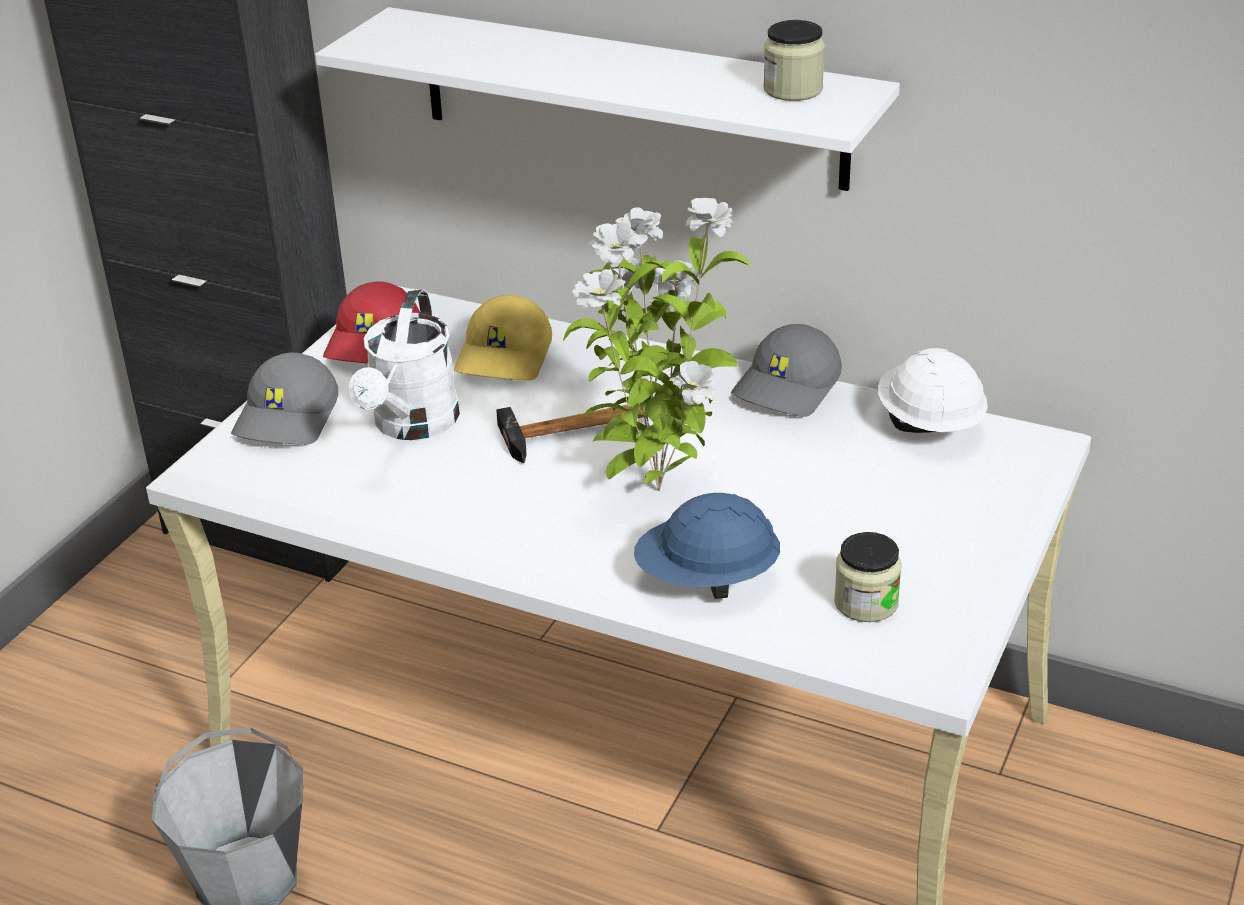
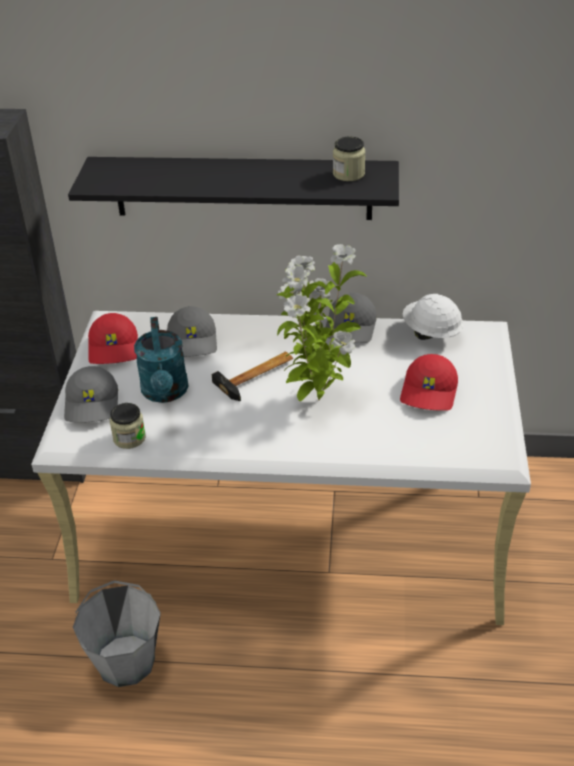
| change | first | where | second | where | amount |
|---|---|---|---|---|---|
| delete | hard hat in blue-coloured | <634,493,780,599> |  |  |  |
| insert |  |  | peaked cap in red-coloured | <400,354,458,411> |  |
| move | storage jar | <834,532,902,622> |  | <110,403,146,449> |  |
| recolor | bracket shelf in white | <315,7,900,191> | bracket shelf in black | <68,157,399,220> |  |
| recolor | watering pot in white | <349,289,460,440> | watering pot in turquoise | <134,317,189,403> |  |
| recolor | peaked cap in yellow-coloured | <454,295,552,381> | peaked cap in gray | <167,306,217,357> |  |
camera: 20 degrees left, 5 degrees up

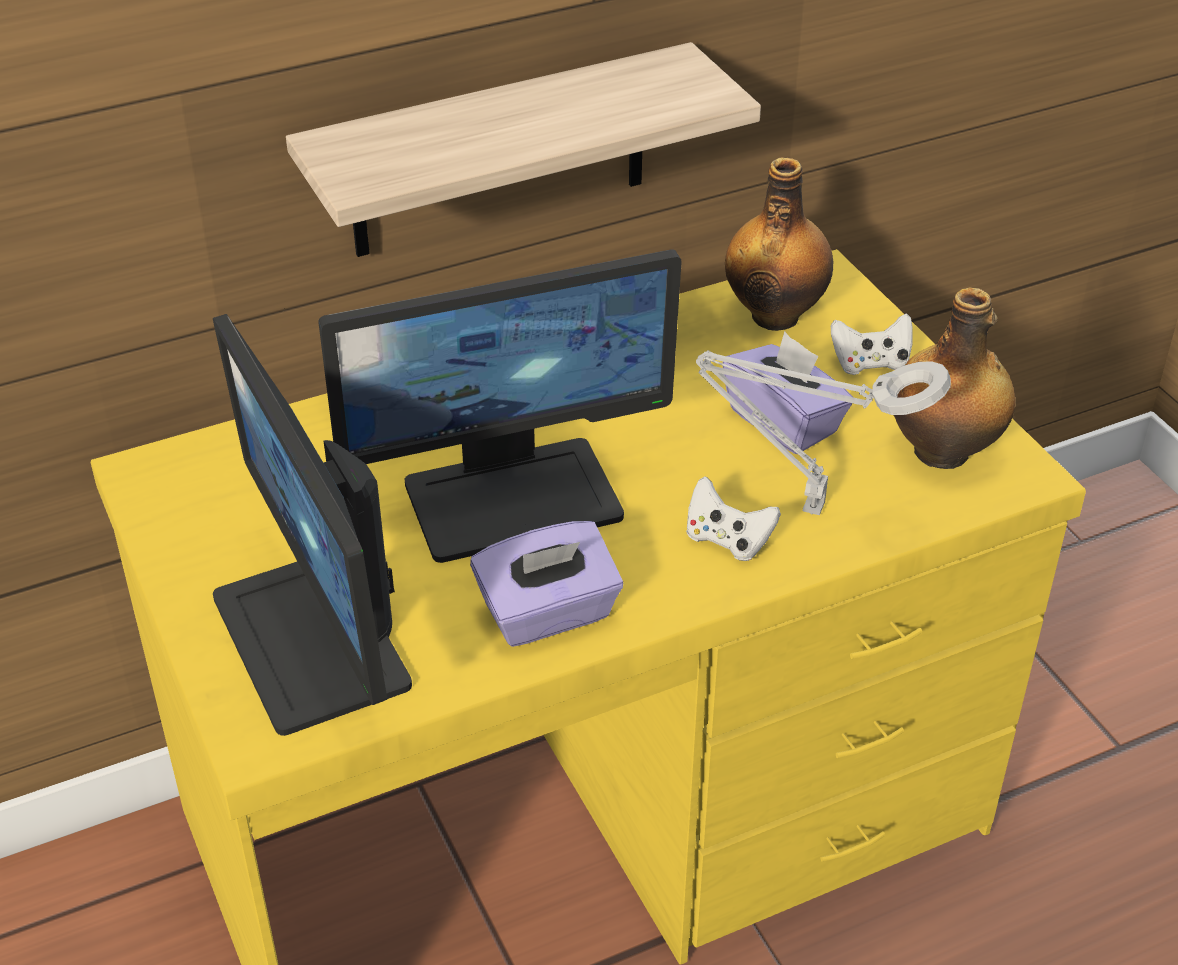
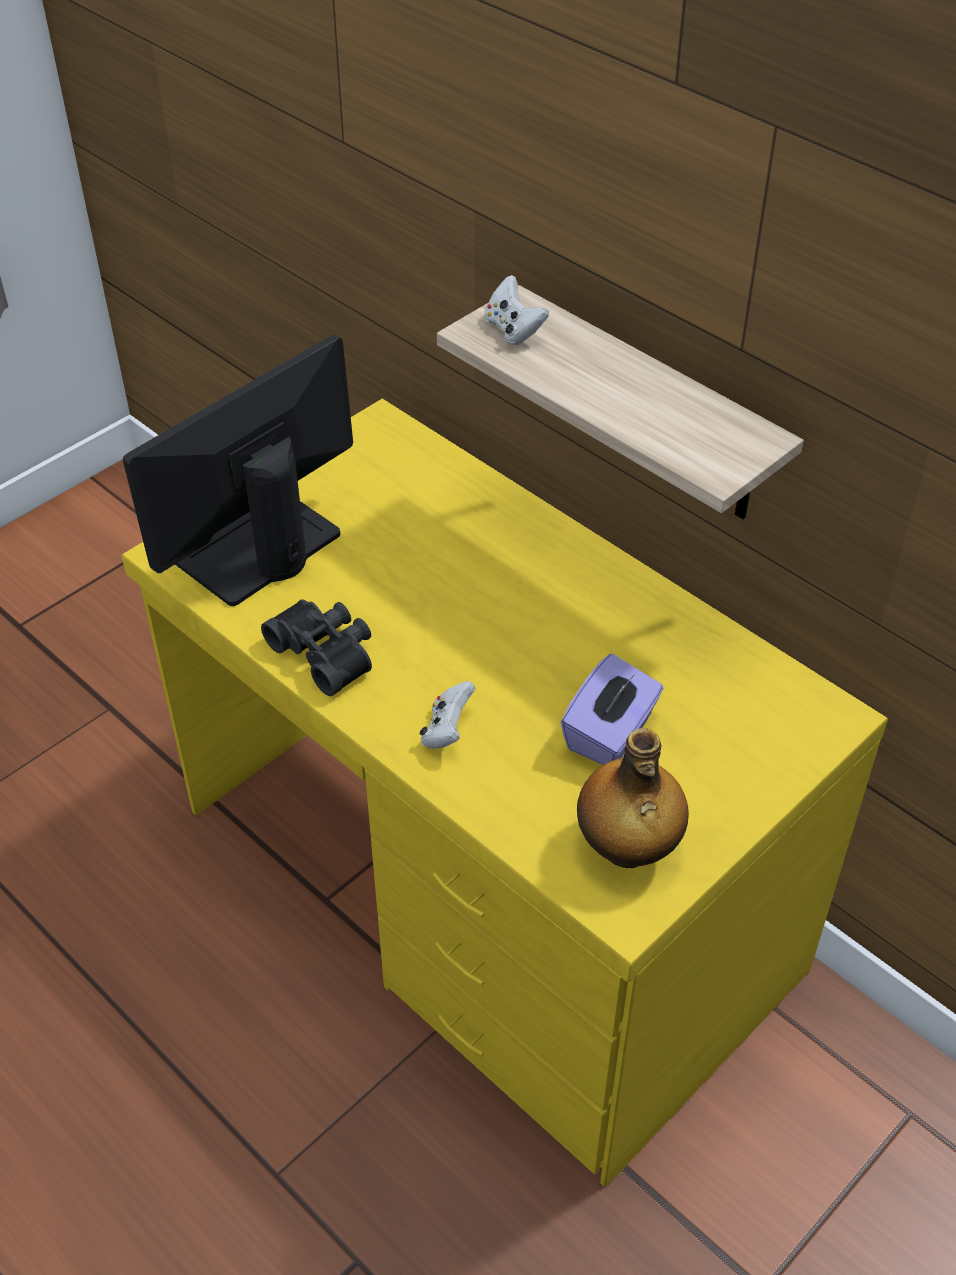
| change | first | where | second | where | amount |
|---|---|---|---|---|---|
| delete | monitor | <318,249,682,563> |  |  |  |
| delete | table lamp in gray | <696,350,951,515> |  |  |  |
| delete | drink bottle | <725,158,833,331> |  |  |  |
| move | gamepad in white | <831,313,913,375> |  | <485,275,549,345> |  |
| replace | box of tissues in purple-coloured | <470,521,623,647> | pair of binoculars in black | <261,599,372,696> |  |
camera: 70 degrees right, 5 degrees up

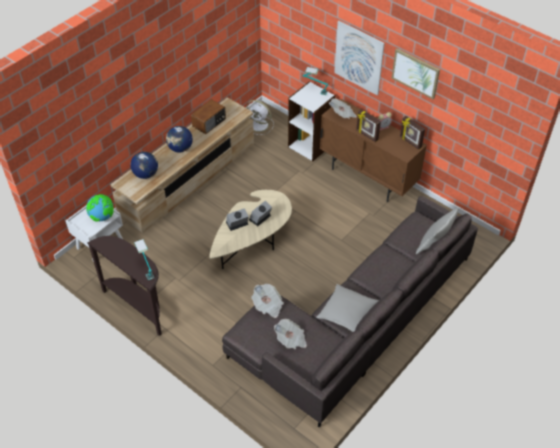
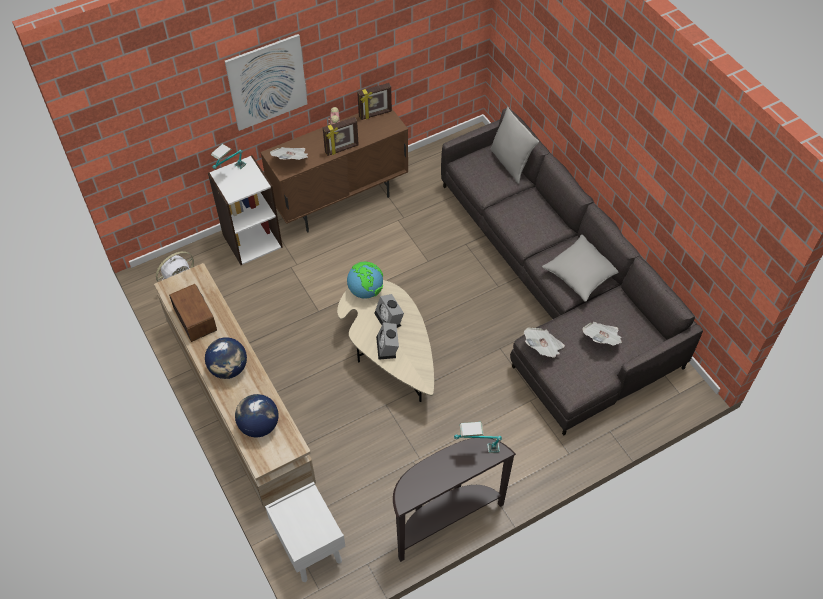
| change | first | where | second | where | amount |
|---|---|---|---|---|---|
| delete | wall art | <392,49,440,99> |  |  |  |
| move | globe | <86,194,114,222> |  | <347,262,383,299> |  |
camera: 70 degrees left, 5 degrees up

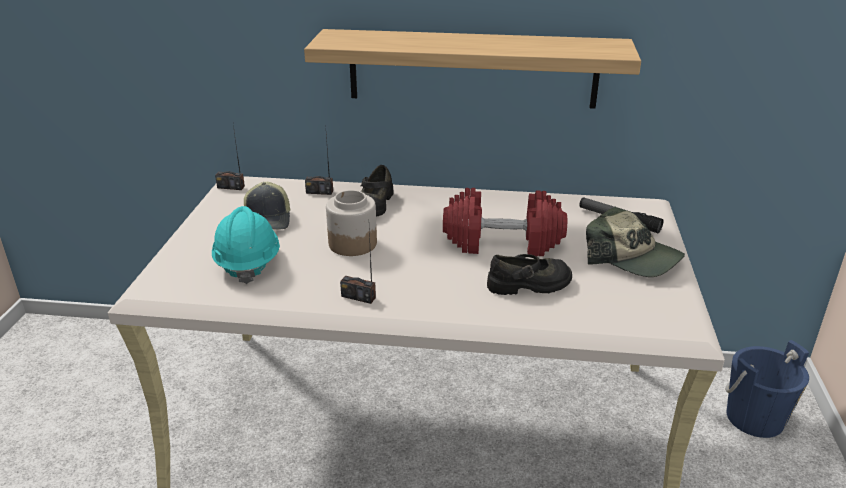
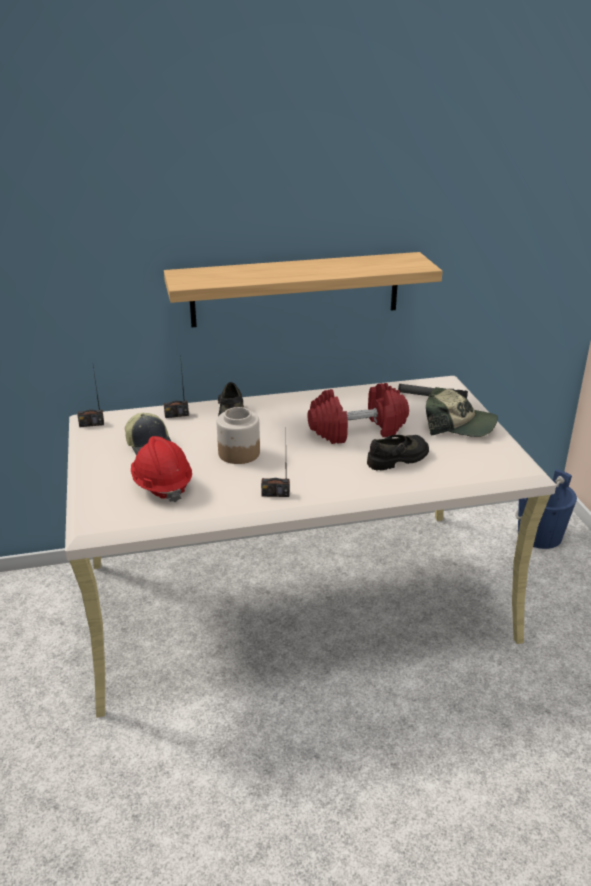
| change | first | where | second | where | amount |
|---|---|---|---|---|---|
| recolor | hard hat in turquoise | <212,206,280,284> | hard hat in red-coloured | <131,436,192,502> |  |
camera: 20 degrees left, 0 degrees up

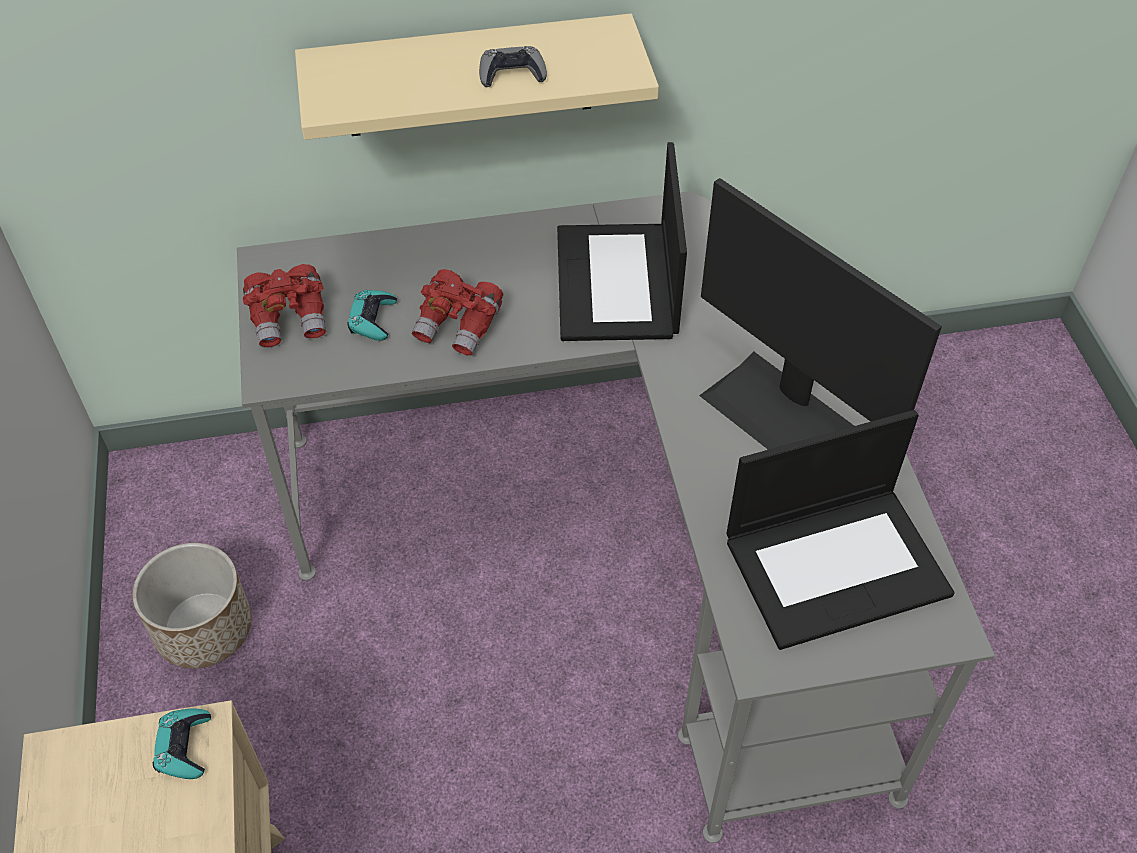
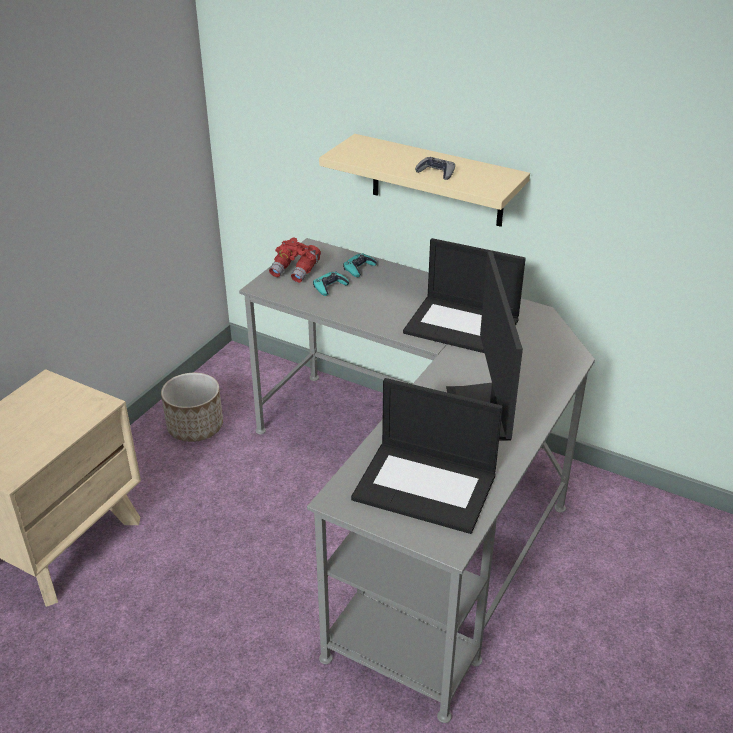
| change | first | where | second | where | amount |
|---|---|---|---|---|---|
| delete | pair of binoculars in red-coloured | <412,269,503,356> |  |  |  |
| move | gamepad in turquoise | <153,709,211,779> |  | <343,253,377,277> |  |
| rotate | portable computer | <557,142,687,341> |  | <403,238,526,353> | 105 degrees counterclockwise |
camera: 40 degrees right, 15 degrees down

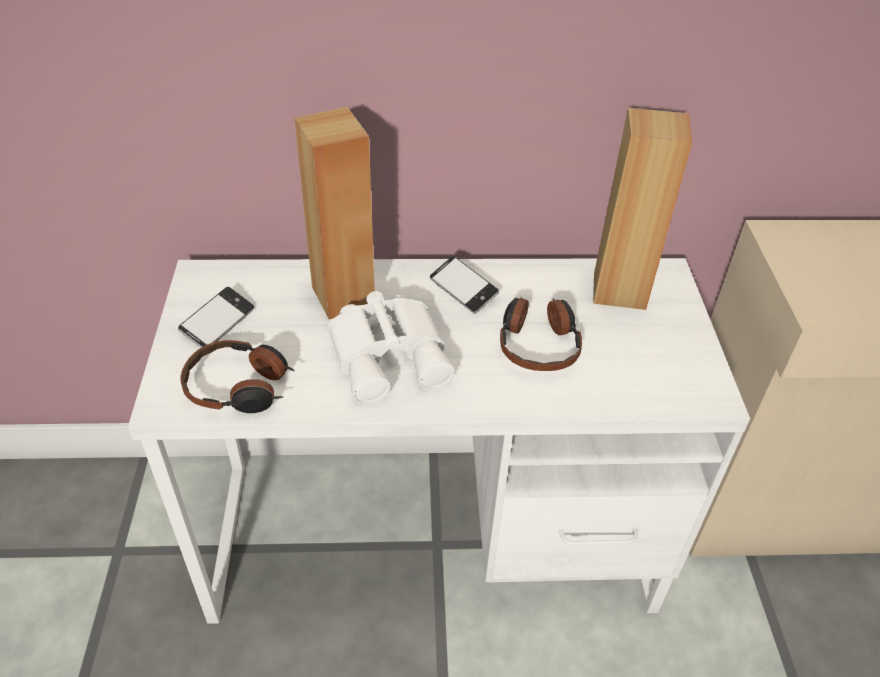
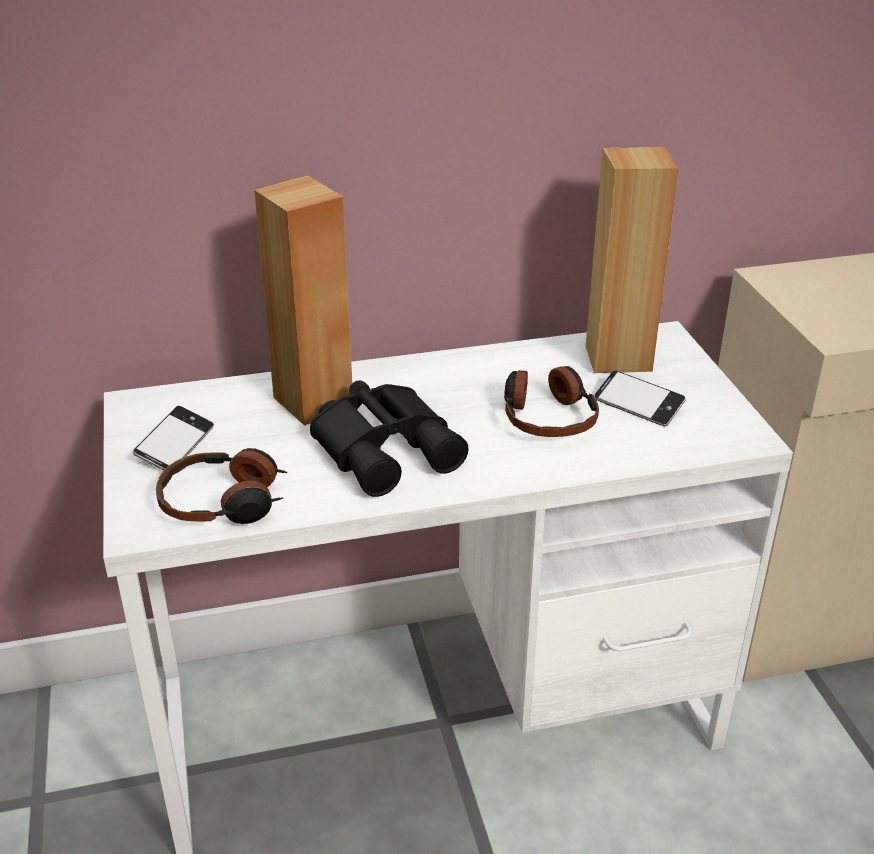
| change | first | where | second | where | amount |
|---|---|---|---|---|---|
| move | phone | <430,256,499,313> |  | <594,370,686,426> |  |
| recolor | pair of binoculars in white | <328,291,455,404> | pair of binoculars in black | <310,380,469,497> |  |
camera: 10 degrees left, 10 degrees down

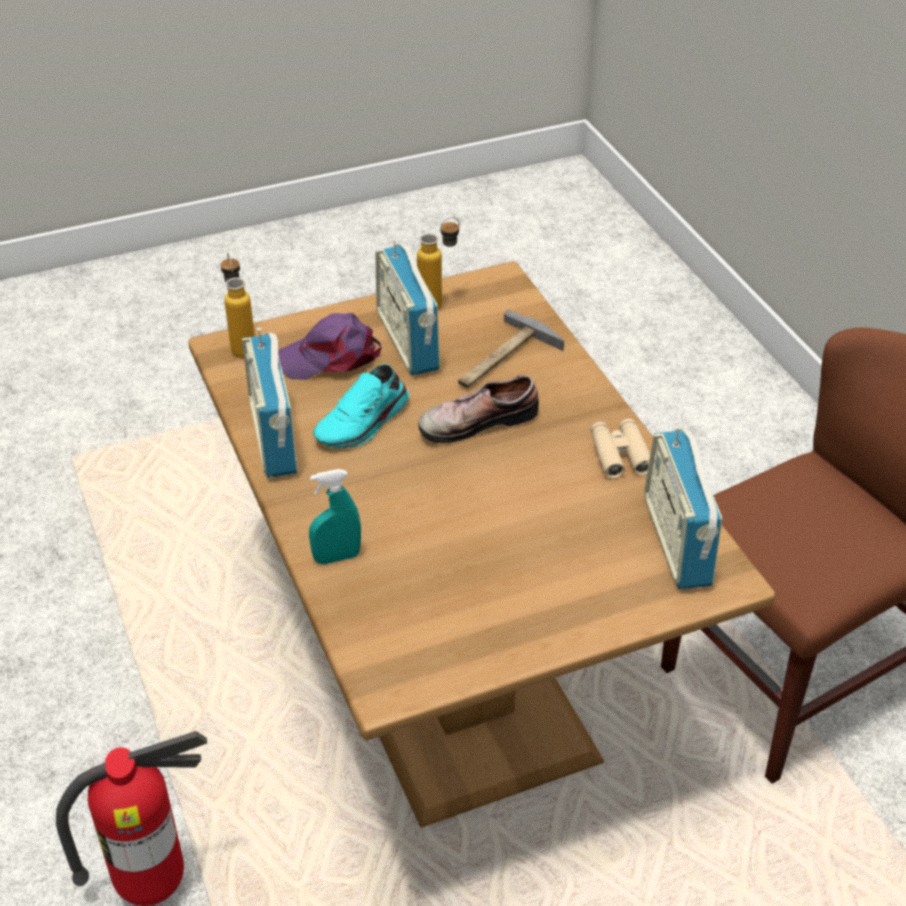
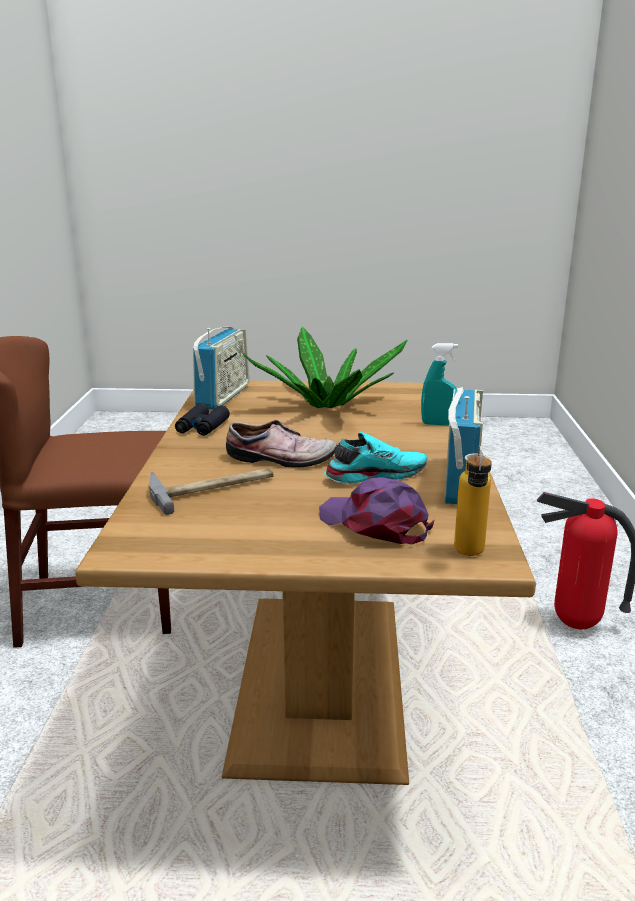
| change | first | where | second | where | amount |
|---|---|---|---|---|---|
| delete | radio set | <375,238,440,375> |  |  |  |
| delete | drink bottle | <417,217,460,309> |  |  |  |
| insert |  |  | plant in a pot | <243,326,408,408> |  |
| recolor | pair of binoculars in sand-coloured | <591,419,650,479> | pair of binoculars in black | <175,403,230,436> |  |
| rotate | peaked cap in purple-coloured | <278,313,381,380> |  | <319,477,435,545> | 150 degrees counterclockwise |
camera: 155 degrees left, 20 degrees down

